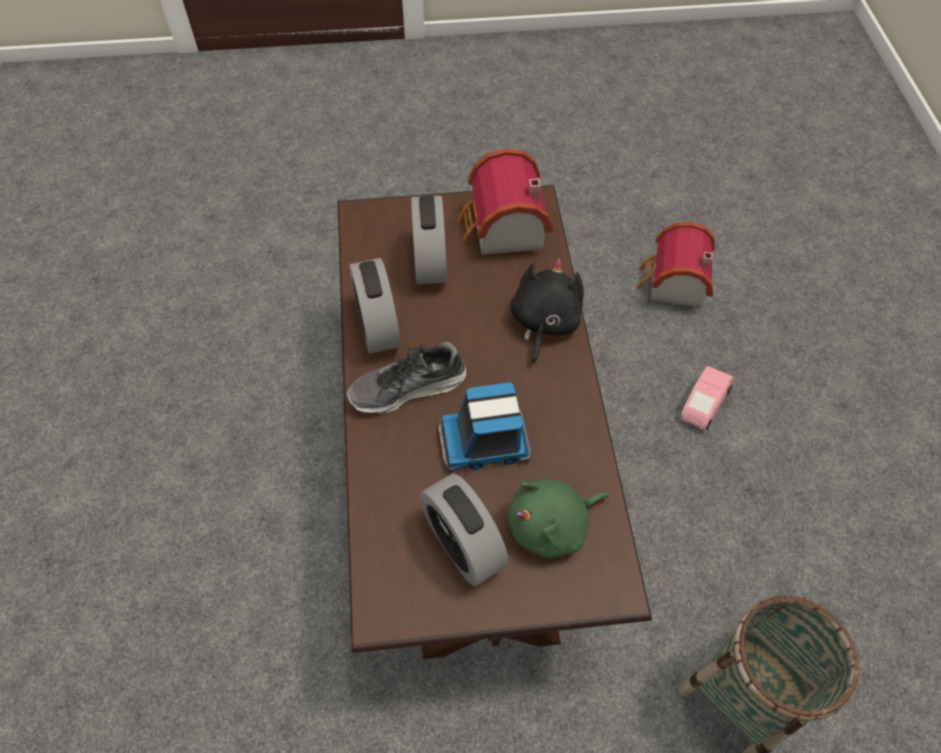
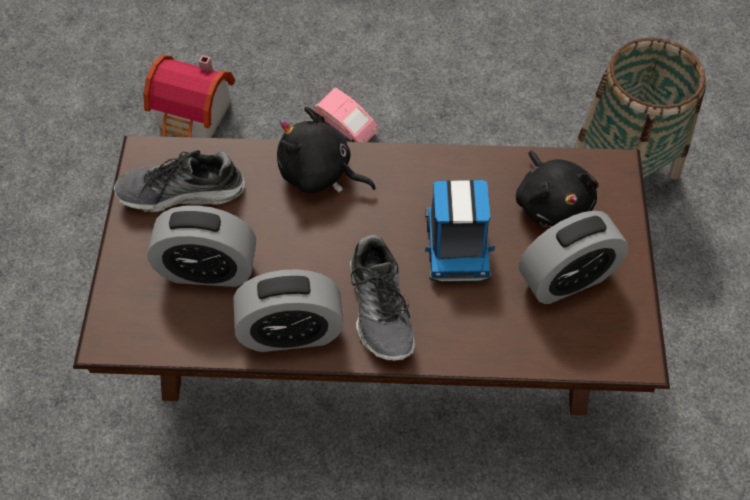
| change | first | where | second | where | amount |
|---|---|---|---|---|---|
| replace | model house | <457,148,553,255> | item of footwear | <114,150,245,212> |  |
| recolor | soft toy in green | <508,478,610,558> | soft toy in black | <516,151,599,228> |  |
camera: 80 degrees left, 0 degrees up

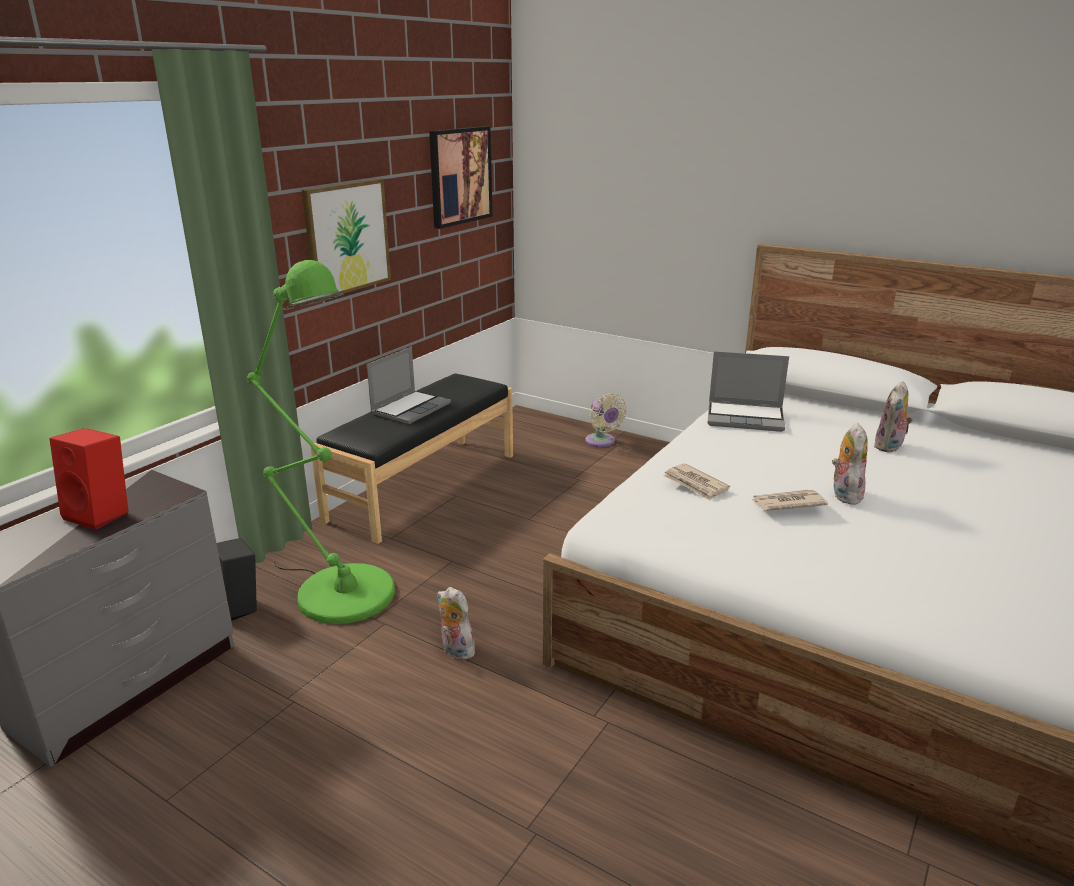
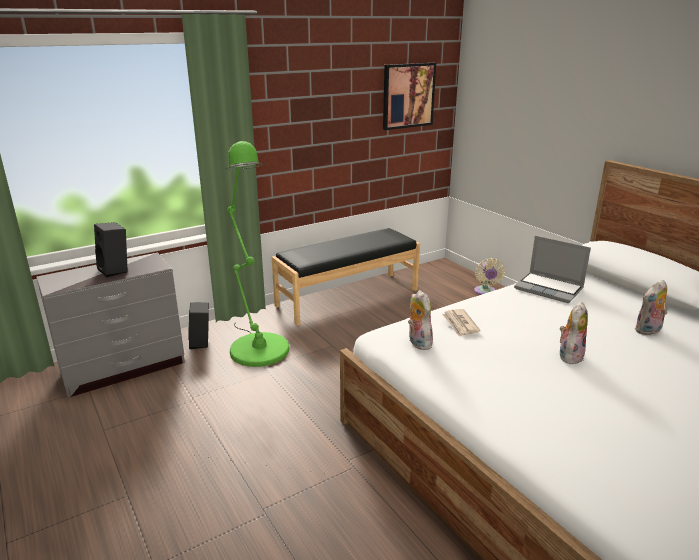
| change | first | where | second | where | amount |
|---|---|---|---|---|---|
| delete | wall art | <302,179,391,301> |  |  |  |
| delete | portable computer | <367,347,451,424> |  |  |  |
| delete | daily paper | <750,490,828,511> |  |  |  |
| move | soft toy | <437,587,475,660> |  | <408,290,433,350> |  |
| recolor | loudspeaker in red-coloured | <49,428,129,530> | loudspeaker in black | <94,222,128,277> |  |
camera: 25 degrees right, 0 degrees up

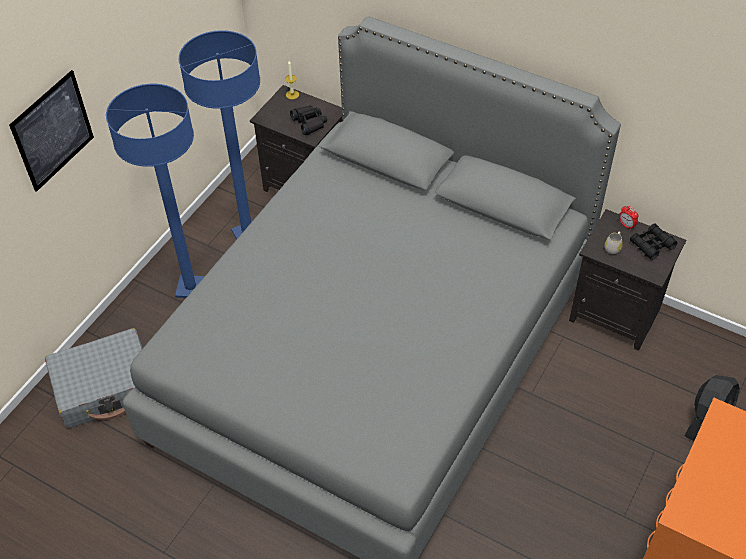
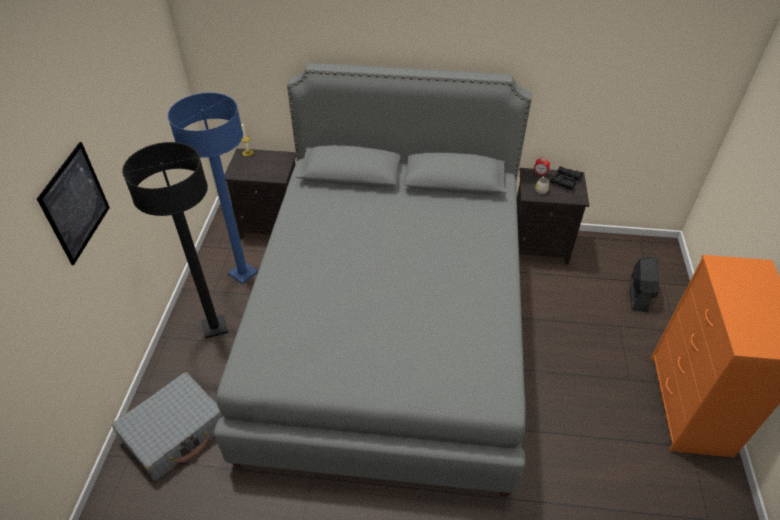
| change | first | where | second | where | amount |
|---|---|---|---|---|---|
| delete | pair of binoculars in black | <290,105,327,135> |  |  |  |
| recolor | standing lamp in blue-coloured | <106,84,205,298> | standing lamp in black | <122,142,228,339> |  |
camera: 25 degrees left, 5 degrees down

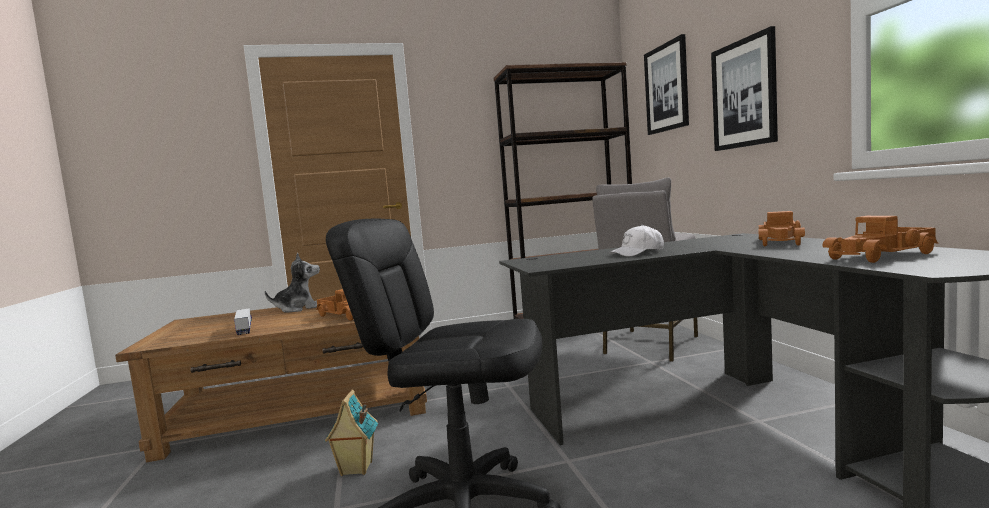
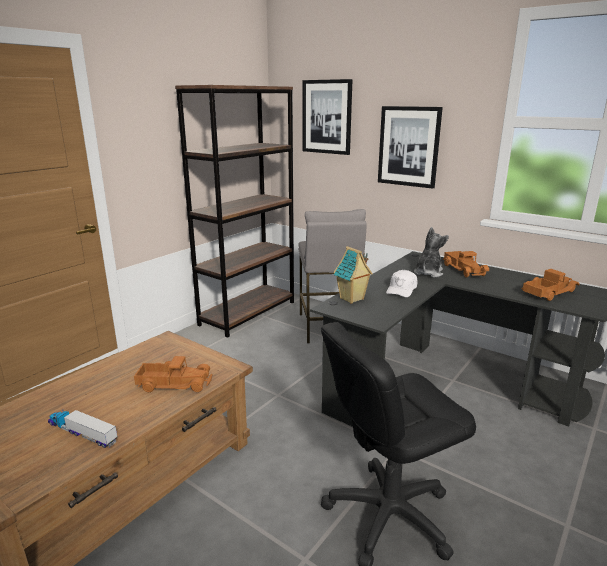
| change | first | where | second | where | amount |
|---|---|---|---|---|---|
| move | soft toy | <265,253,320,312> |  | <414,227,449,278> |  |
| move | model house | <324,389,378,476> |  | <333,246,373,304> |  |
| rotate | model truck | <823,216,939,263> |  | <521,269,579,301> | 150 degrees counterclockwise |
camera: 40 degrees left, 15 degrees up

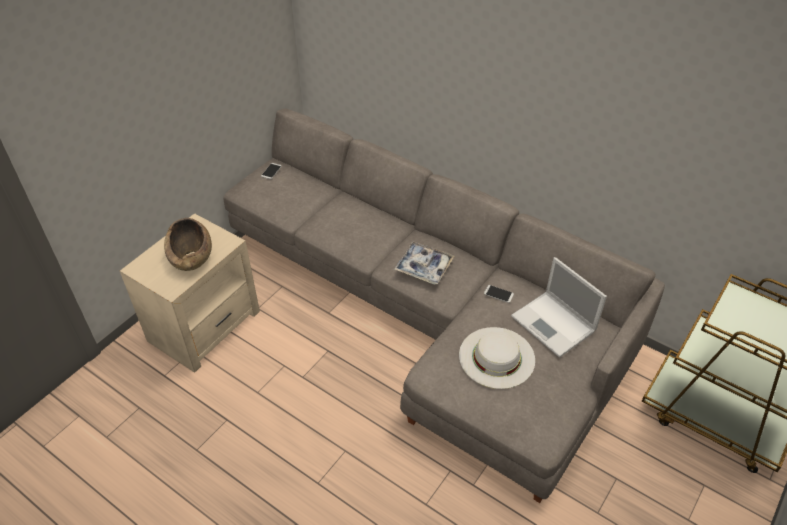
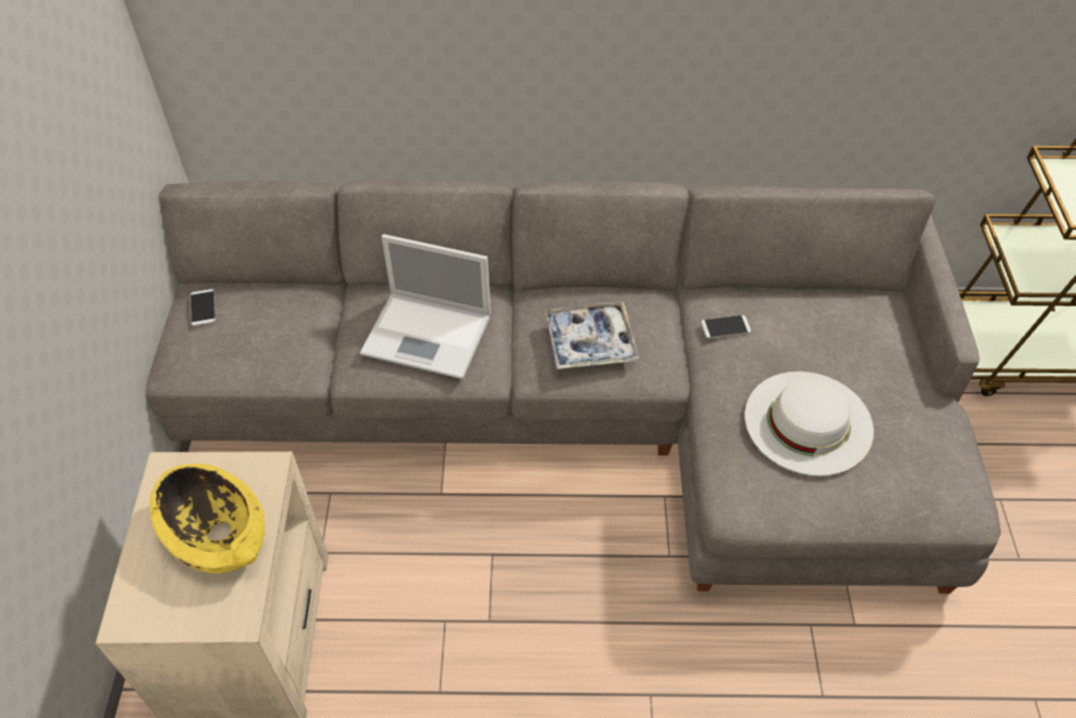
| change | first | where | second | where | amount |
|---|---|---|---|---|---|
| move | portable computer | <511,257,607,358> |  | <360,234,491,379> |  |
| recolor | bowl in brown-coloured | <164,218,212,271> | bowl in yellow-coloured | <150,464,265,574> |  |
camera: 35 degrees left, 5 degrees up

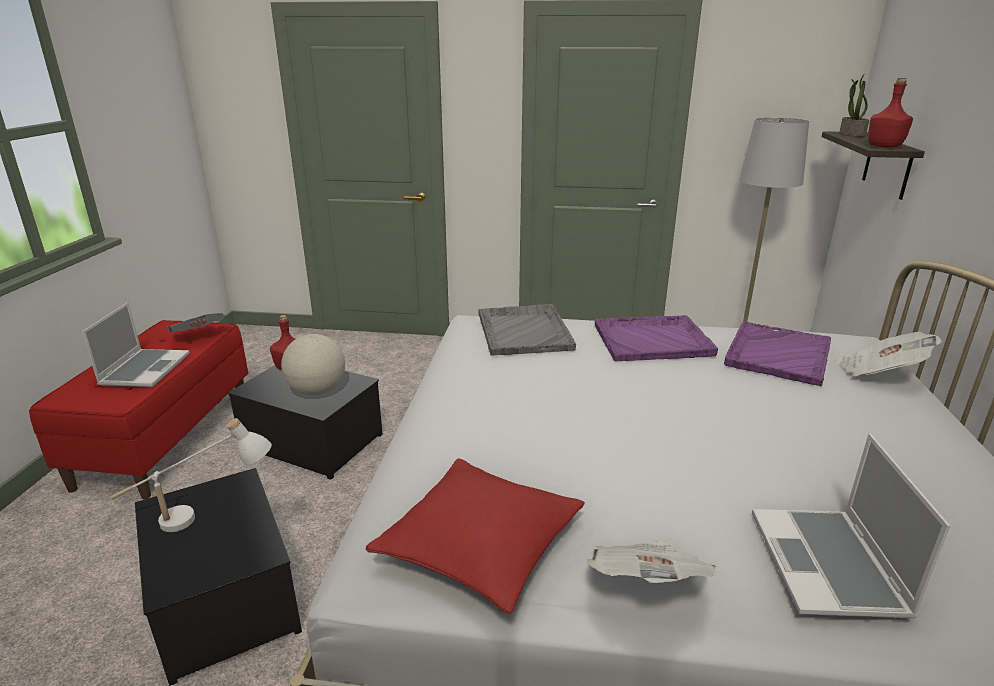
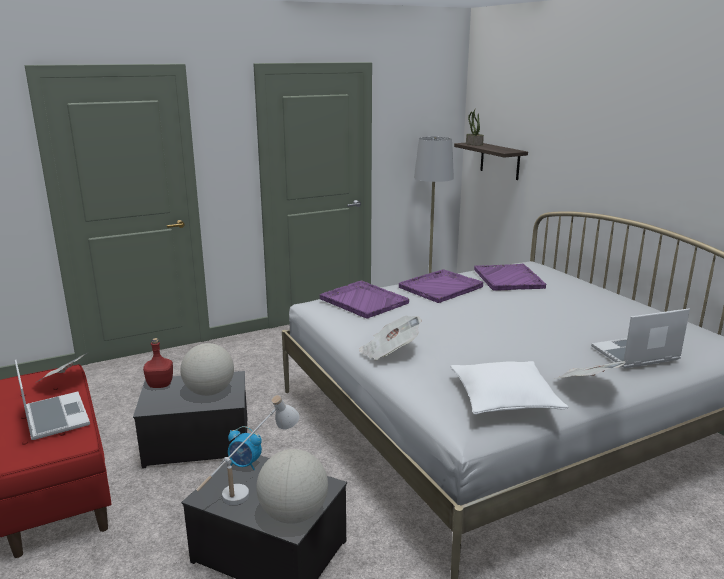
| change | first | where | second | where | amount |
|---|---|---|---|---|---|
| delete | drink bottle in red-coloured | <868,78,913,147> |  |  |  |
| insert |  |  | table clock | <228,426,262,470> |  |
| insert |  |  | globe | <256,449,328,524> |  |
| move | daily paper | <836,332,942,377> |  | <359,316,422,360> |  |
| recolor | pillow in red-coloured | <365,459,585,614> | pillow in white | <450,361,568,415> |  |
| recolor | carrying tray in gray | <478,304,576,356> | carrying tray in purple-coloured | <320,281,409,319> |  |
| rotate | portable computer | <752,434,950,618> |  | <591,308,690,368> | 105 degrees clockwise |
camera: 35 degrees left, 5 degrees down

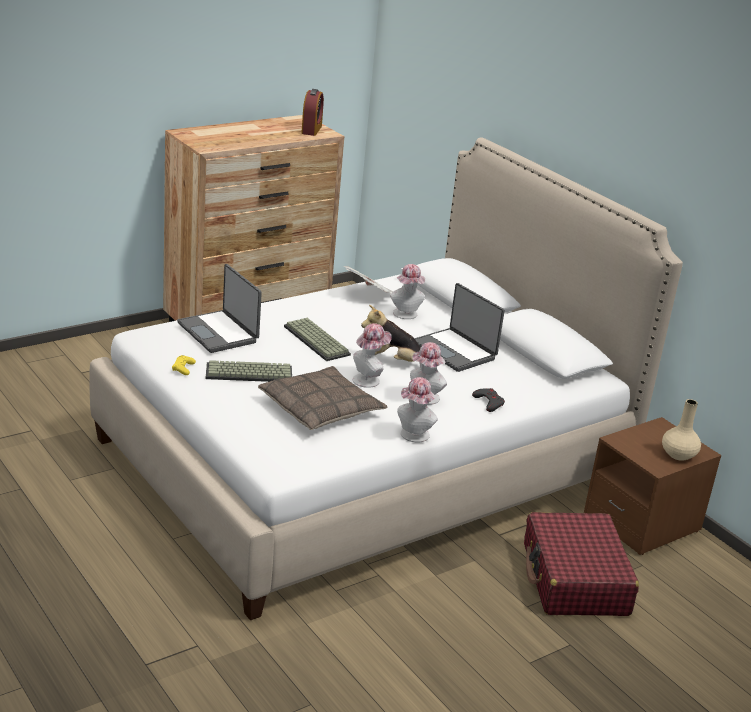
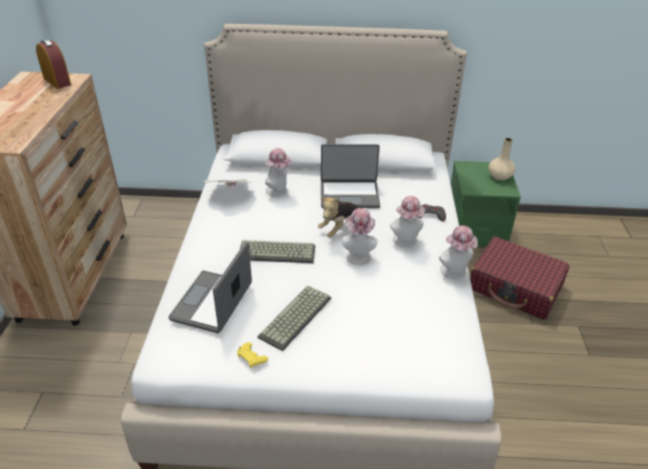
| change | first | where | second | where | amount |
|---|---|---|---|---|---|
| delete | pillow | <258,366,387,430> |  |  |  |
| recolor | bedside table in brown-coloured | <584,417,722,555> | bedside table in green | <451,161,521,247> |  |
| rotate | portable computer | <177,264,262,353> |  | <168,241,252,333> | 105 degrees clockwise |
camera: 50 degrees left, 10 degrees up

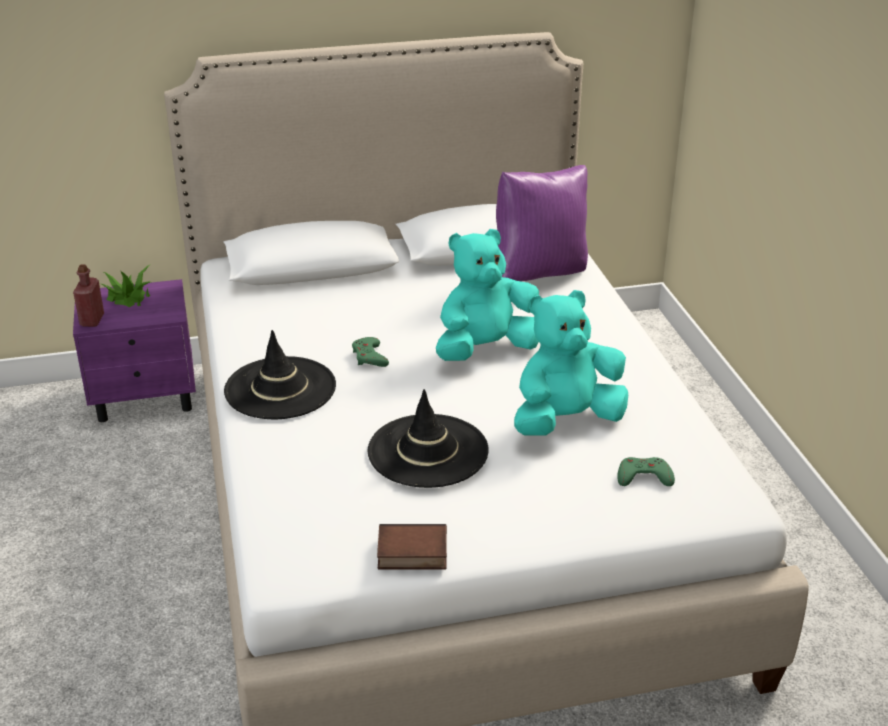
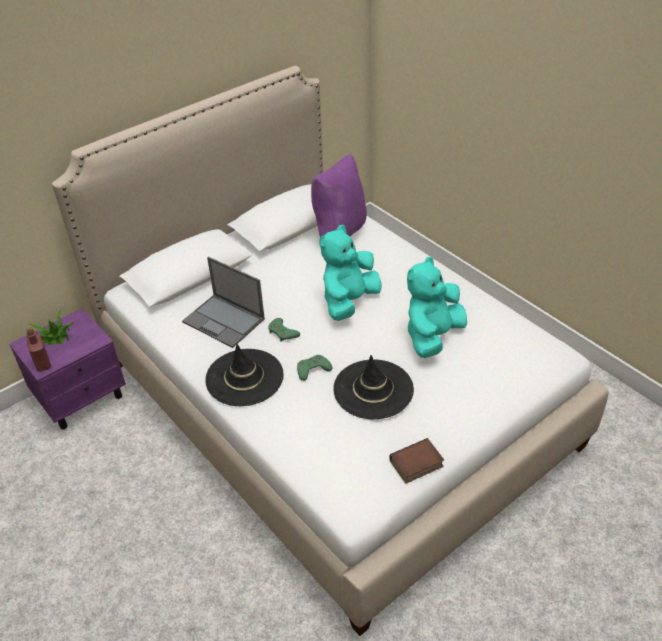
| change | first | where | second | where | amount |
|---|---|---|---|---|---|
| insert |  |  | portable computer | <182,256,265,348> |  |
| move | gamepad in green | <617,457,675,486> |  | <297,355,332,381> |  |
camera: 25 degrees left, 10 degrees up

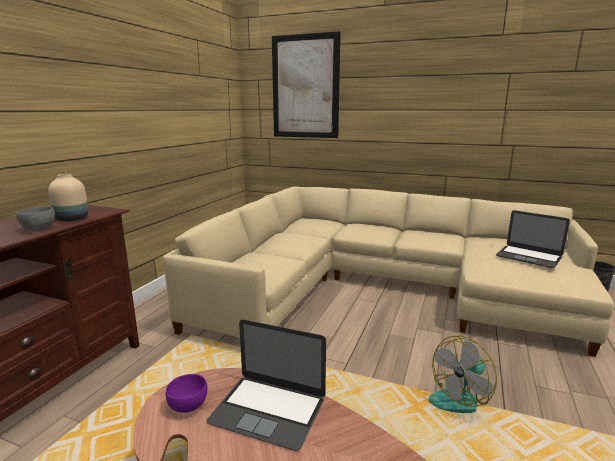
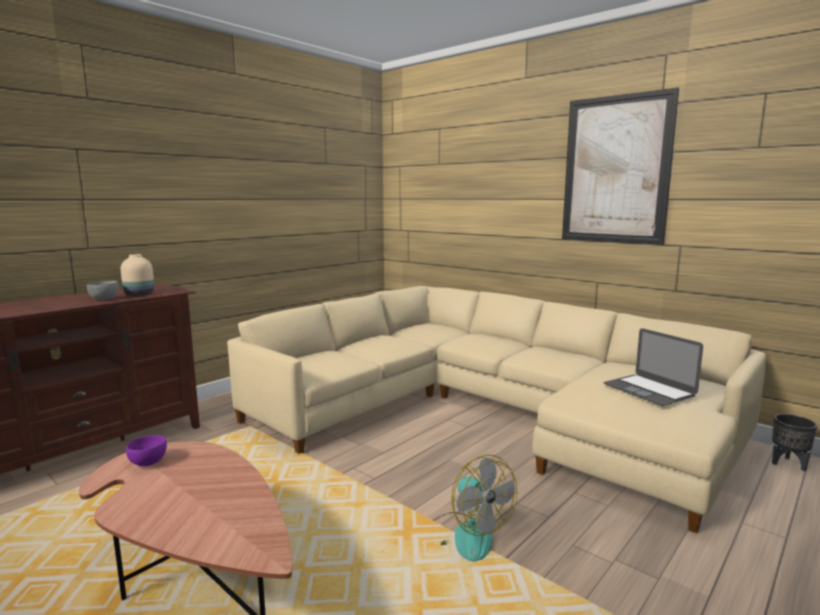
| change | first | where | second | where | amount |
|---|---|---|---|---|---|
| delete | portable computer | <207,320,326,451> |  |  |  |
| move | wall art | <272,31,341,138> |  | <562,87,679,245> |  |
| rotate | cooling fan | <429,336,497,413> |  | <433,455,517,561> | 105 degrees counterclockwise |
camera: 20 degrees right, 5 degrees down

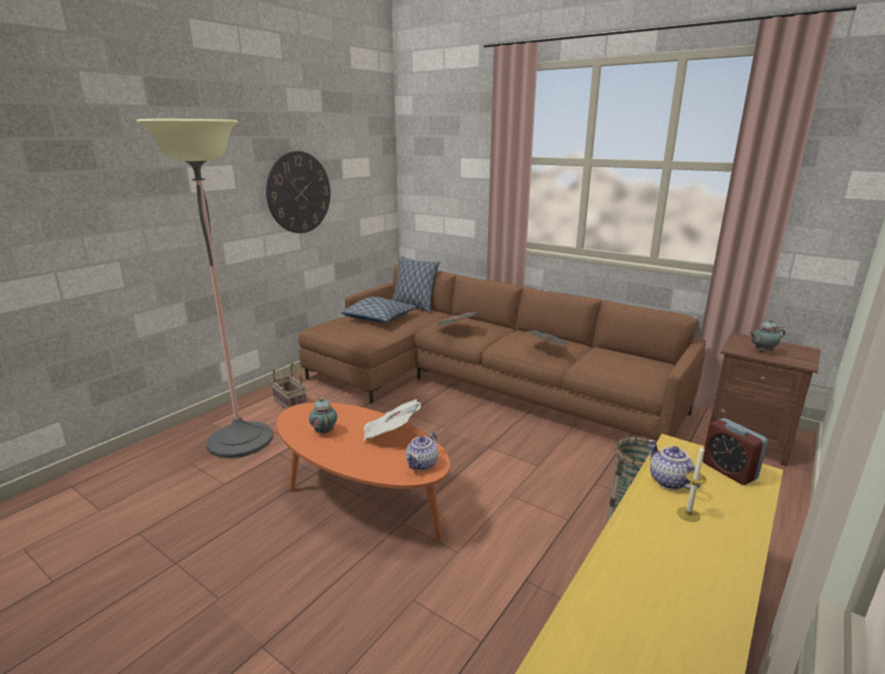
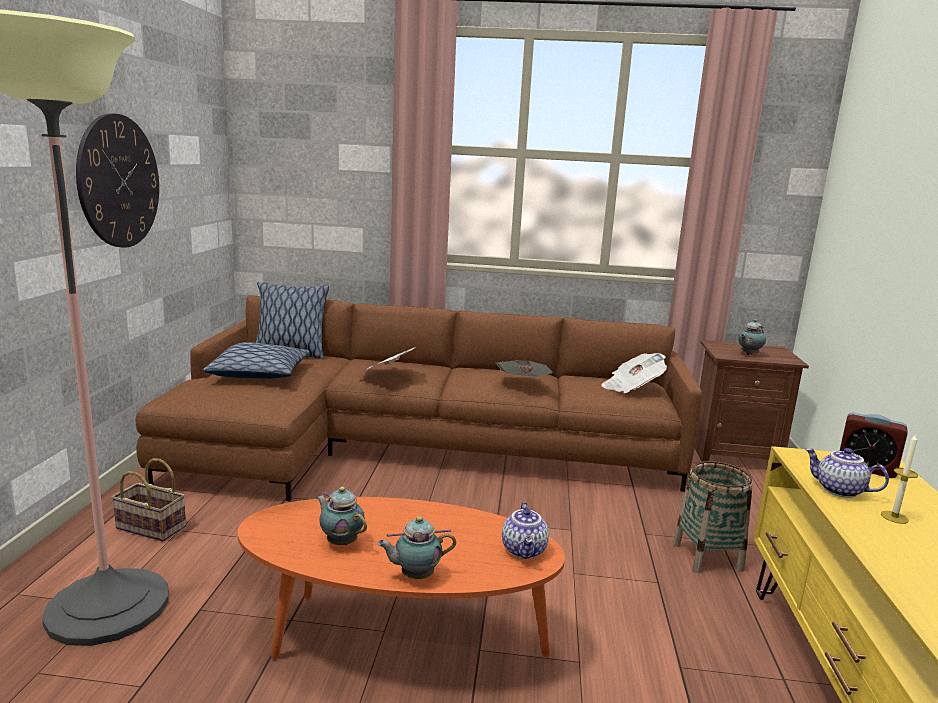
| change | first | where | second | where | amount |
|---|---|---|---|---|---|
| insert |  |  | pot for tea | <377,516,456,579> |  |
| move | daily paper | <363,399,421,440> |  | <601,353,667,393> |  |
camera: 30 degrees left, 5 degrees down

